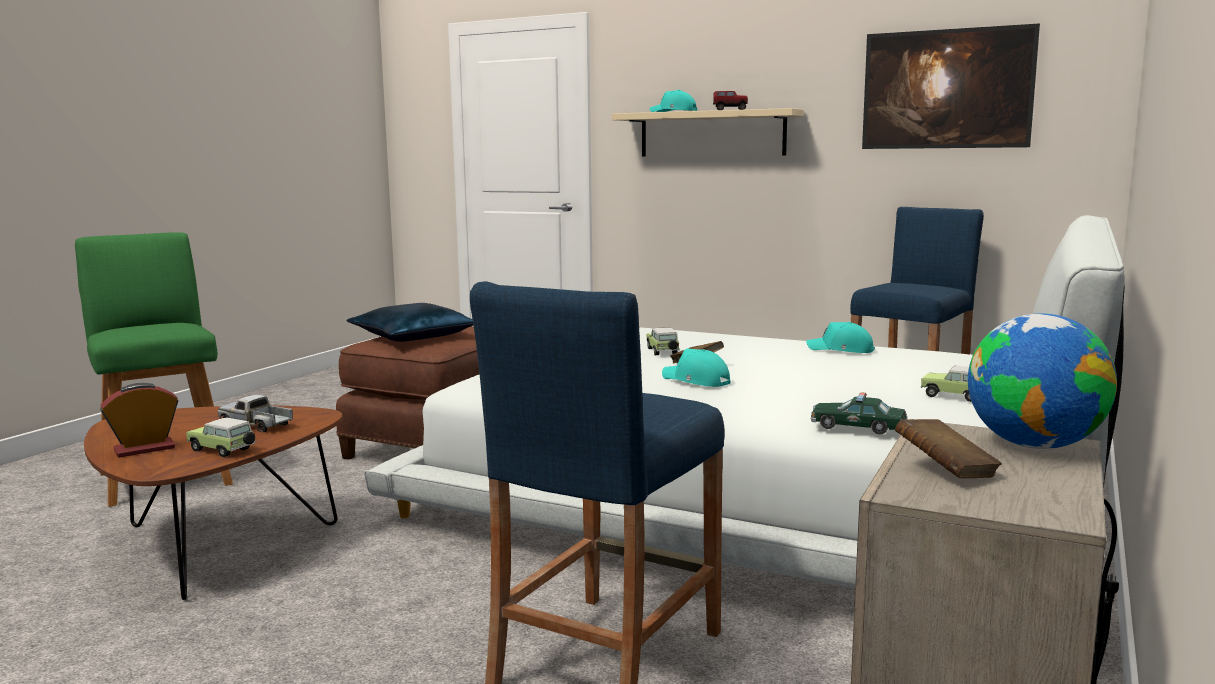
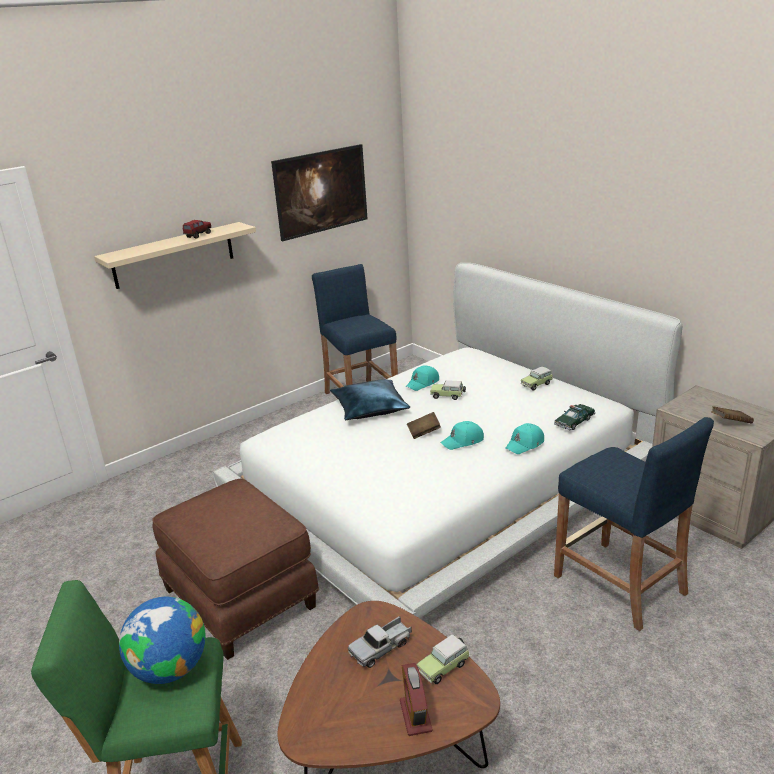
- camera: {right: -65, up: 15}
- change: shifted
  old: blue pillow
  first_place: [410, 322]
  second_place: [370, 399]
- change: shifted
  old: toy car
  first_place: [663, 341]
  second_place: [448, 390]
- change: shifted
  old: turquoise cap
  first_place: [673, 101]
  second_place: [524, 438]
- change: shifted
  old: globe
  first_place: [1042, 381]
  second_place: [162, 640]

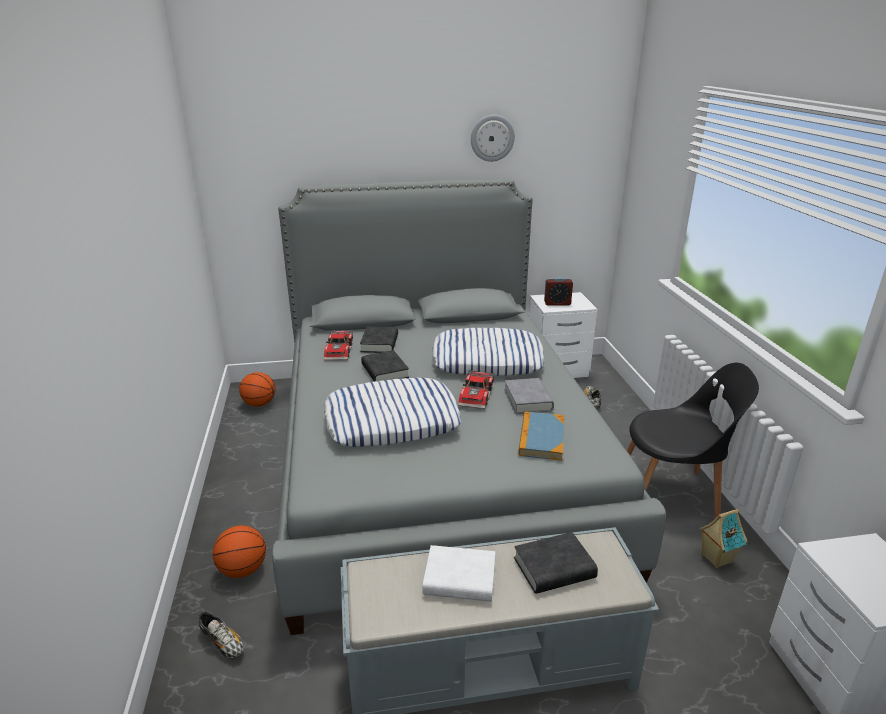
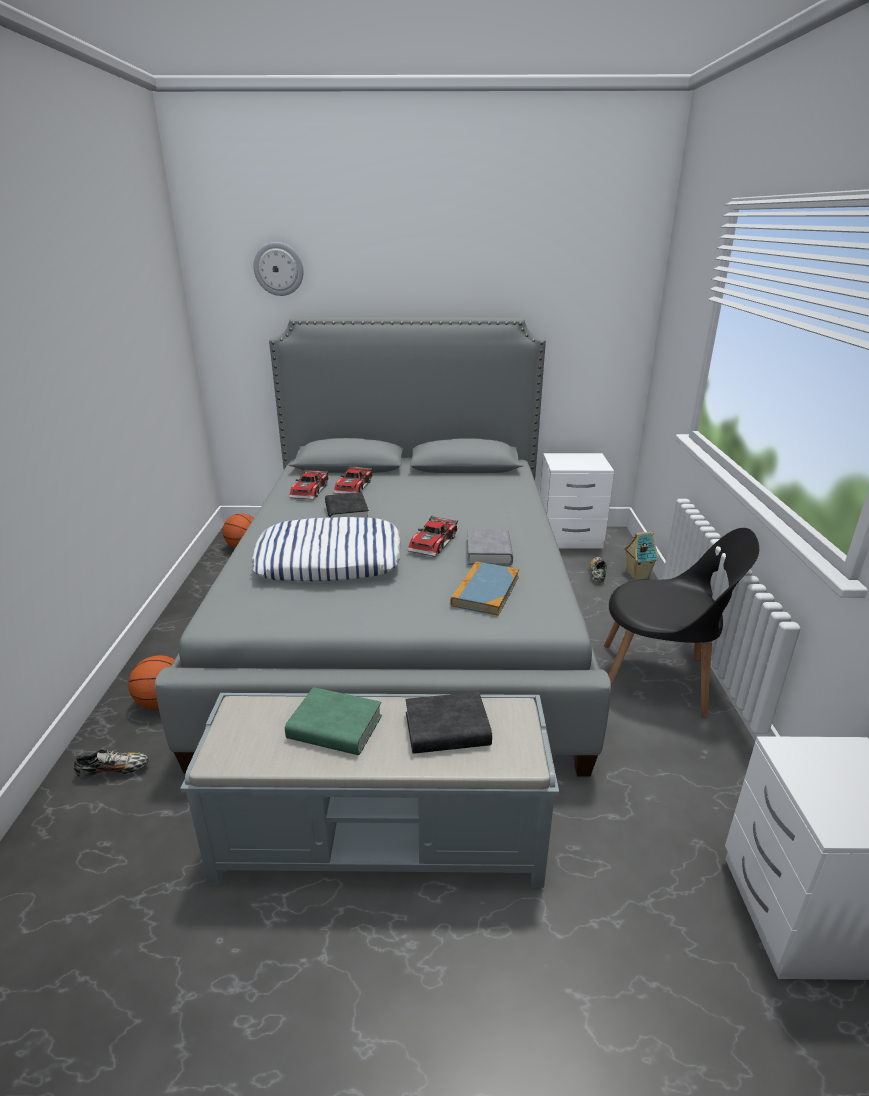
- camera: {right: 10, up: 0}
- change: rotated
  old: shoe
  first_place: [221, 635]
  second_place: [111, 764]
  degrees: -60
- change: swapped
  old: black book
  new: toy car
  first_place: [379, 339]
  second_place: [353, 480]
- change: repainted
  old: white book
  new: green book
  first_place: [459, 573]
  second_place: [333, 721]
- change: gone
  old: pillow
  first_place: [488, 352]
- change: shifted
  old: wall clock
  first_place: [493, 138]
  second_place: [278, 269]
- change: gone
  old: alarm clock
  first_place: [558, 291]
- change: shifted
  old: toy house
  first_place: [723, 538]
  second_place: [641, 556]

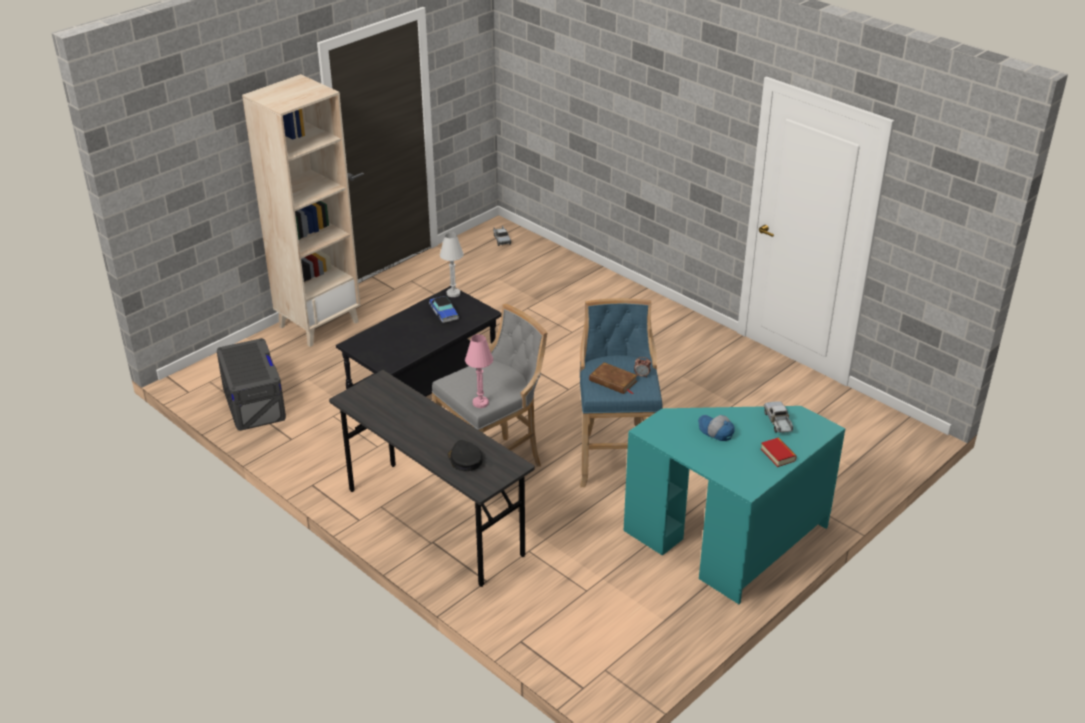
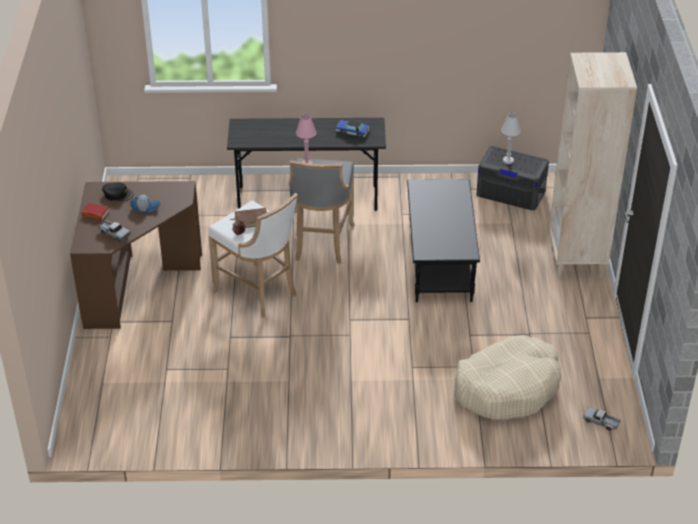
- camera: {right: 135, up: 5}
- change: shifted
  old: toy car
  first_place: [444, 309]
  second_place: [352, 128]
- change: shifted
  old: white table lamp
  first_place: [452, 264]
  second_place: [511, 138]
- change: shifted
  old: black cap
  first_place: [465, 455]
  second_place: [118, 192]
- change: repainted
  old: blue stool
  new: white stool
  first_place: [621, 392]
  second_place: [253, 255]
- change: repainted
  old: turquoise desk
  new: brown desk
  first_place: [735, 505]
  second_place: [136, 255]
- change: new
  new: beige dog bed
  second_place: [507, 377]

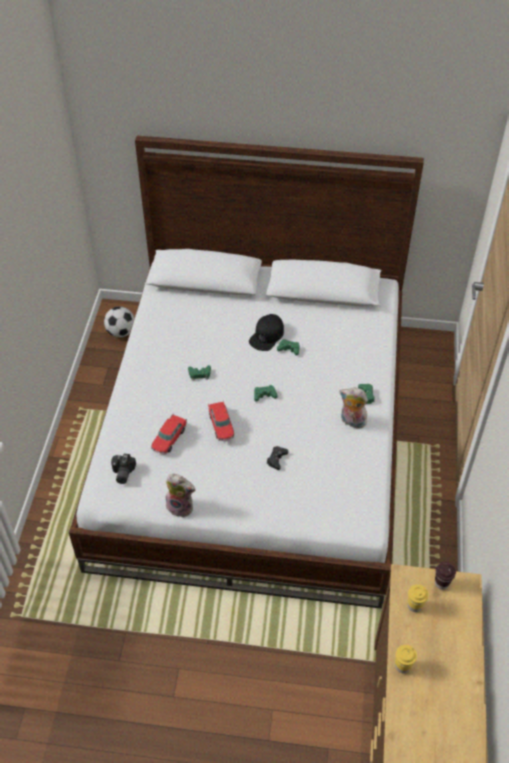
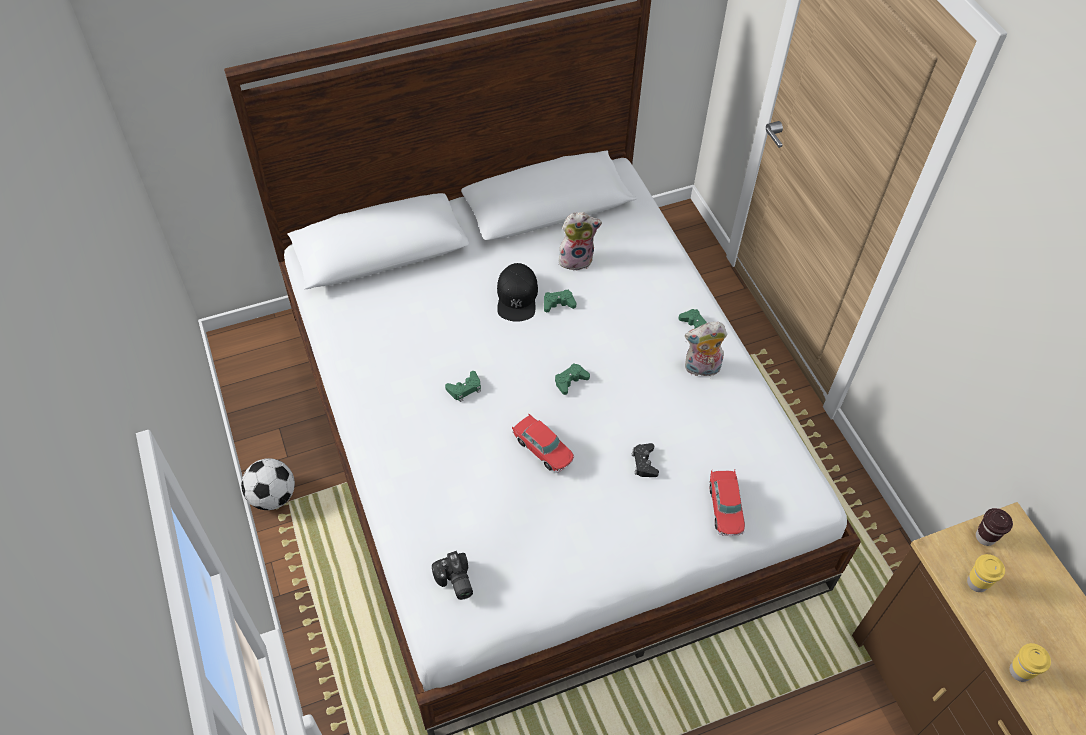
- camera: {right: -30, up: 5}
- change: shifted
  old: football
  first_place: [119, 321]
  second_place: [268, 484]
- change: shifted
  old: toy car
  first_place: [169, 434]
  second_place: [727, 503]
- change: shifted
  old: plush toy
  first_place: [180, 496]
  second_place: [580, 241]

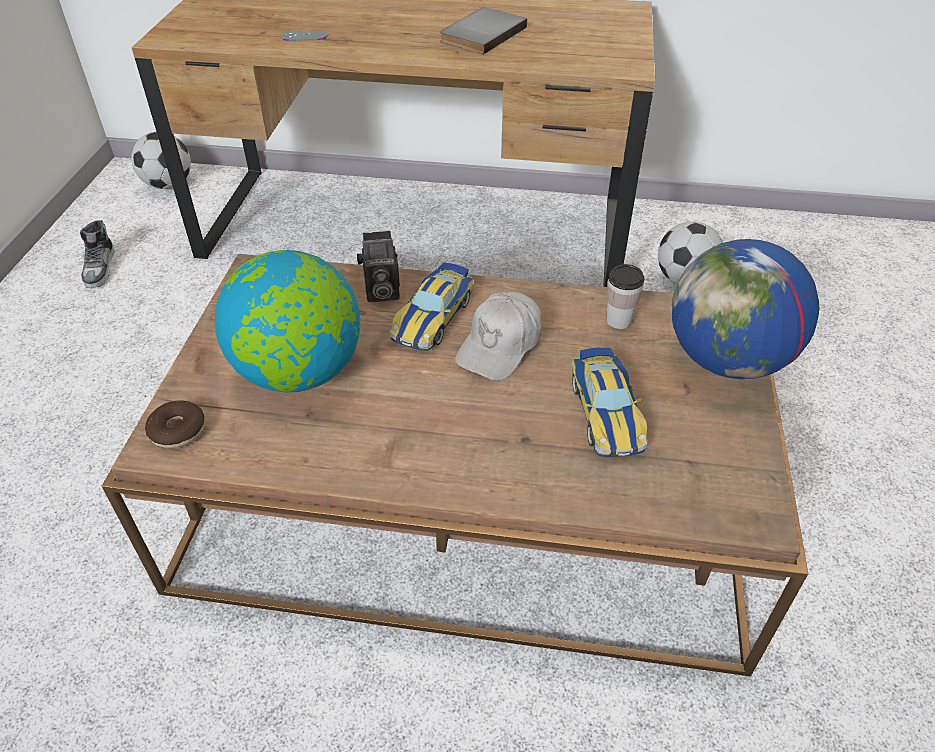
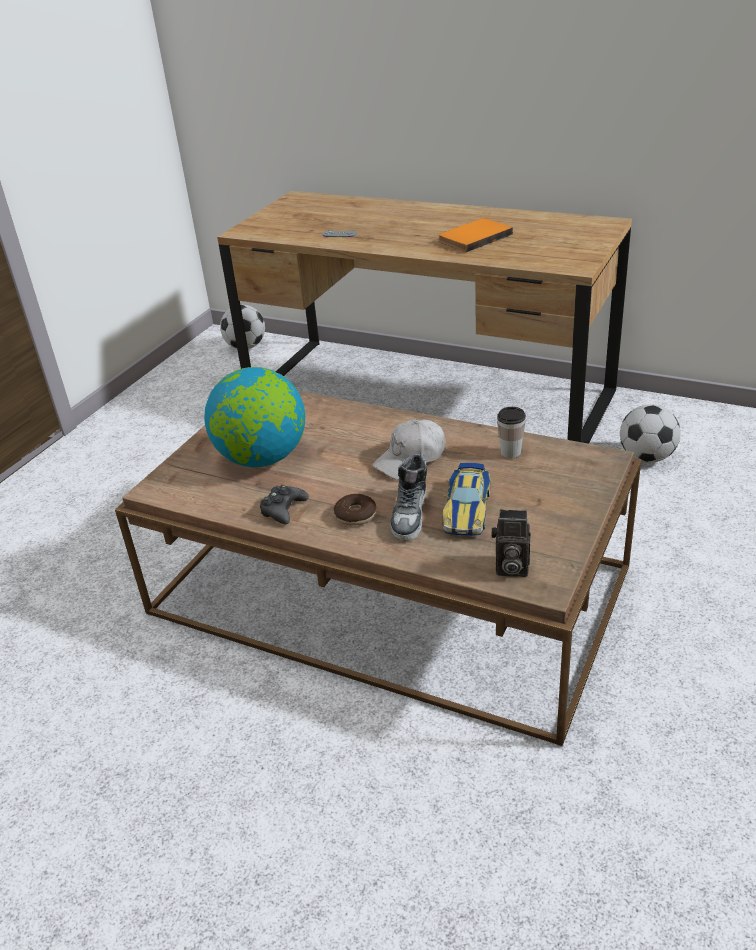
- camera: {right: 20, up: -10}
- change: shifted
  old: shoe
  first_place: [97, 254]
  second_place: [408, 497]
- change: shifted
  old: donut
  first_place: [175, 424]
  second_place: [355, 510]
- change: shifted
  old: photo camera
  first_place: [378, 266]
  second_place: [511, 543]
- change: gone
  old: toy car
  first_place: [432, 306]
- change: repainted
  old: grey book
  new: orange book
  first_place: [483, 31]
  second_place: [475, 235]
- change: gone
  old: globe
  first_place: [745, 309]
- change: new
  new: black game controller
  second_place: [284, 504]

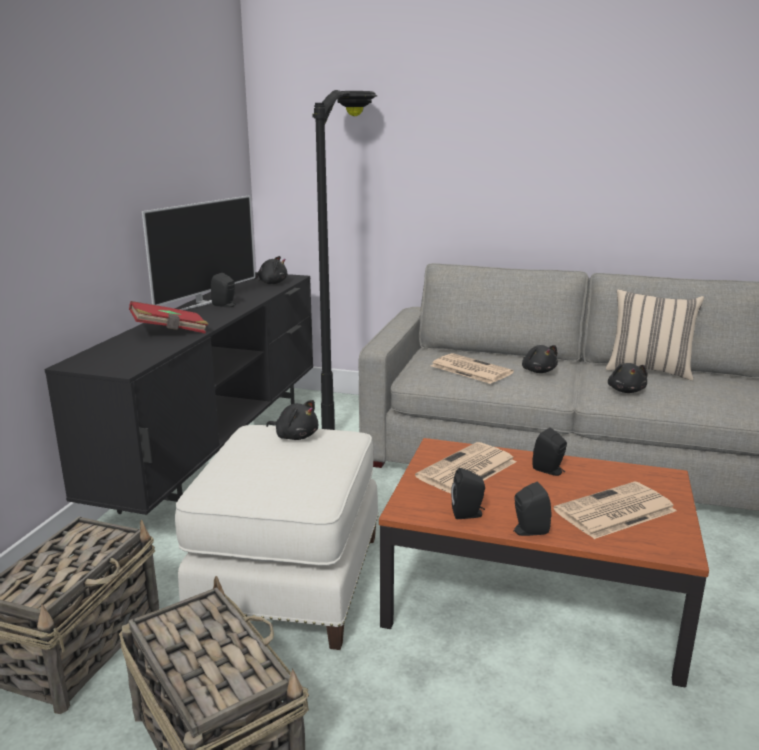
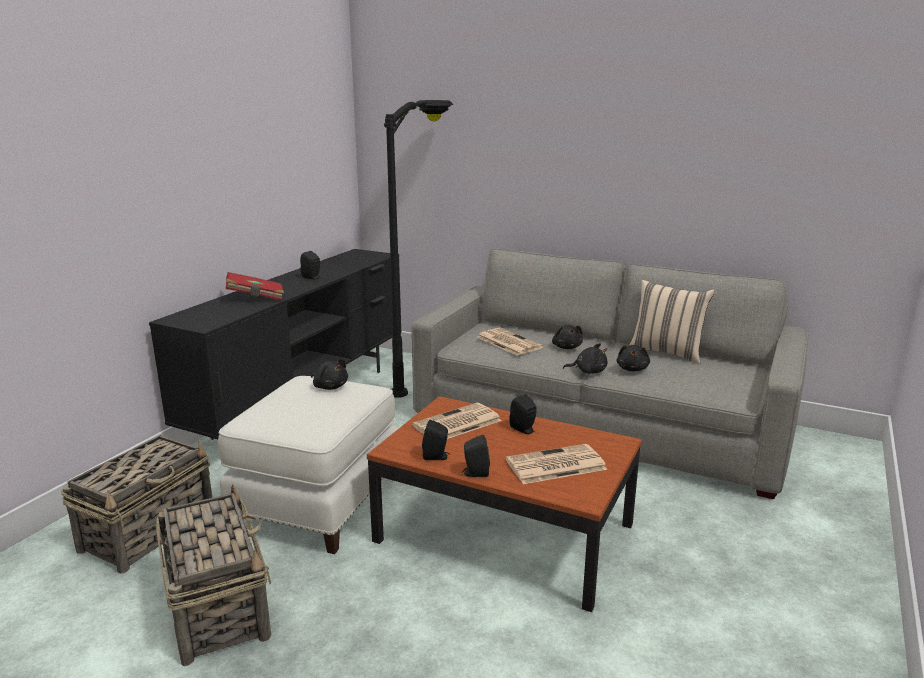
- camera: {right: 10, up: 0}
- change: gone
  old: television
  first_place: [198, 252]
- change: shifted
  old: black plush toy
  first_place: [266, 270]
  second_place: [585, 358]

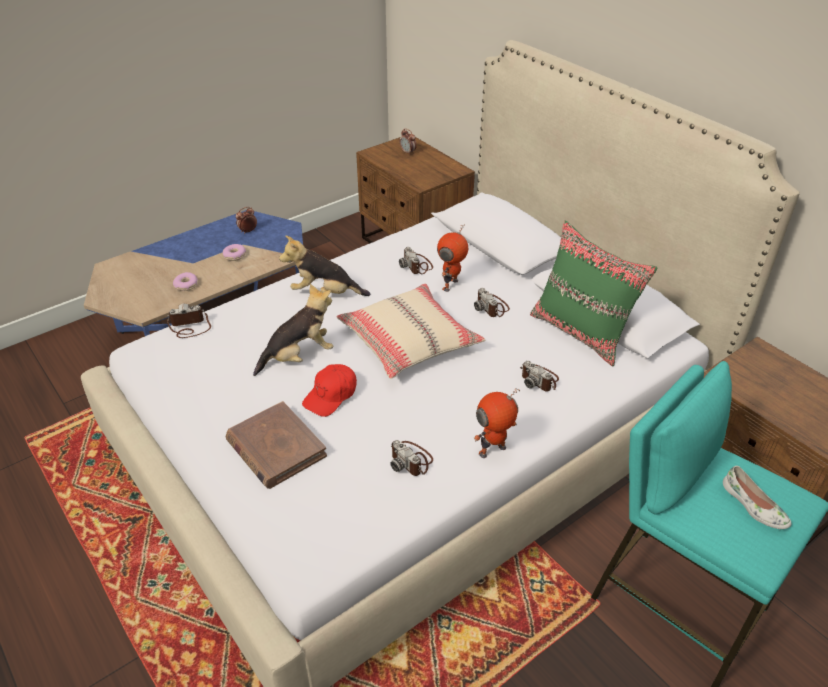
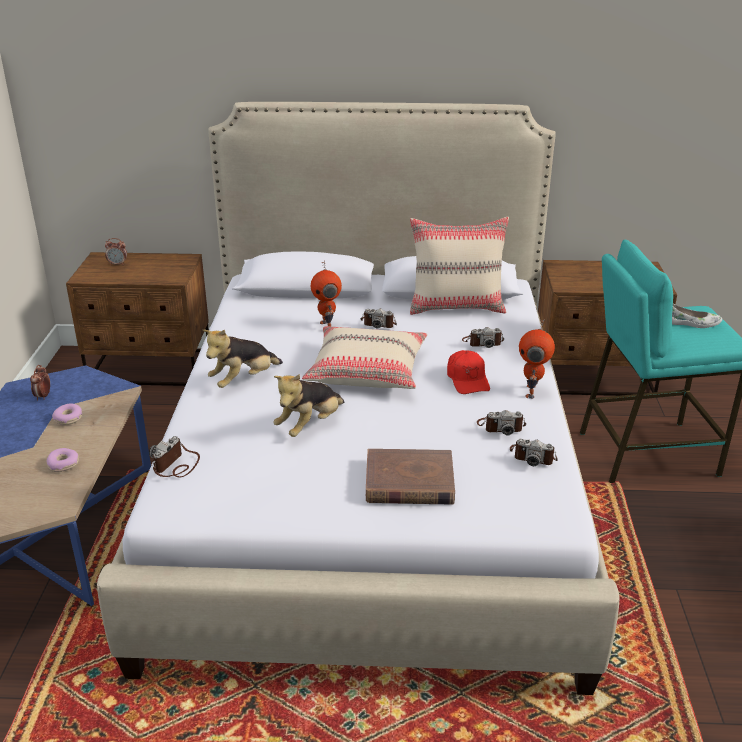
- camera: {right: -50, up: -10}
- change: rotated
  old: plush toy
  first_place: [293, 330]
  second_place: [309, 405]
  degrees: -150
- change: shifted
  old: red cap
  first_place: [329, 390]
  second_place: [468, 372]
- change: shifted
  old: photo camera
  first_place: [416, 260]
  second_place: [534, 452]
- change: repainted
  old: green pillow
  new: beige pillow
  first_place: [594, 293]
  second_place: [459, 266]

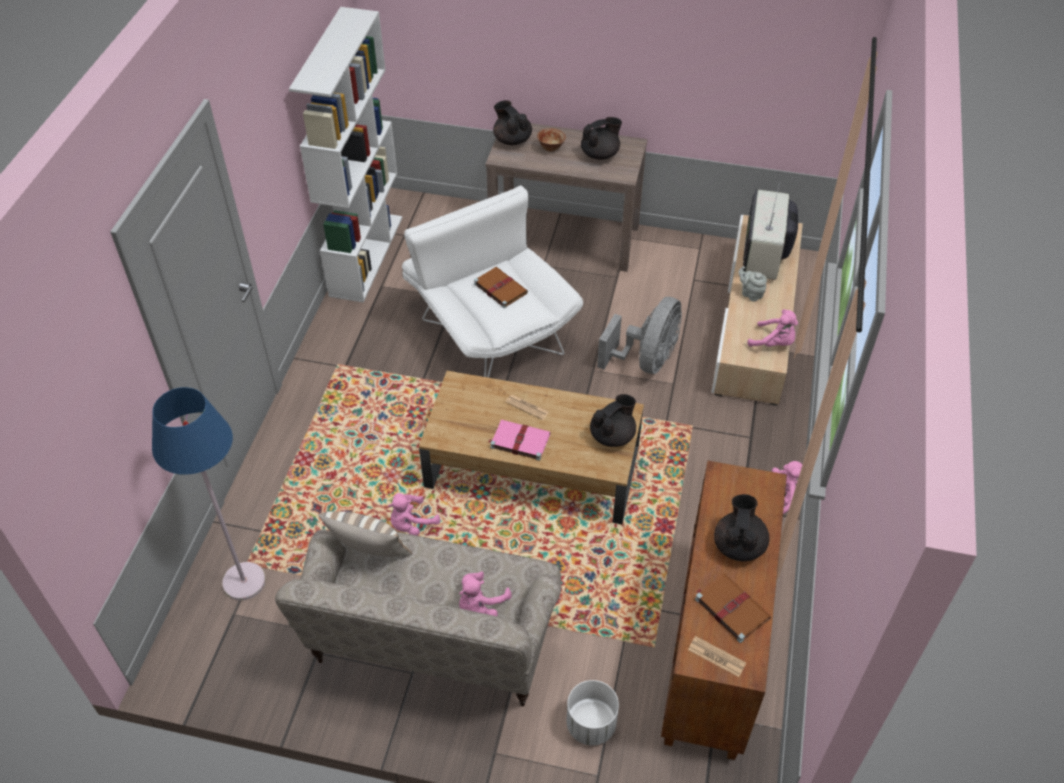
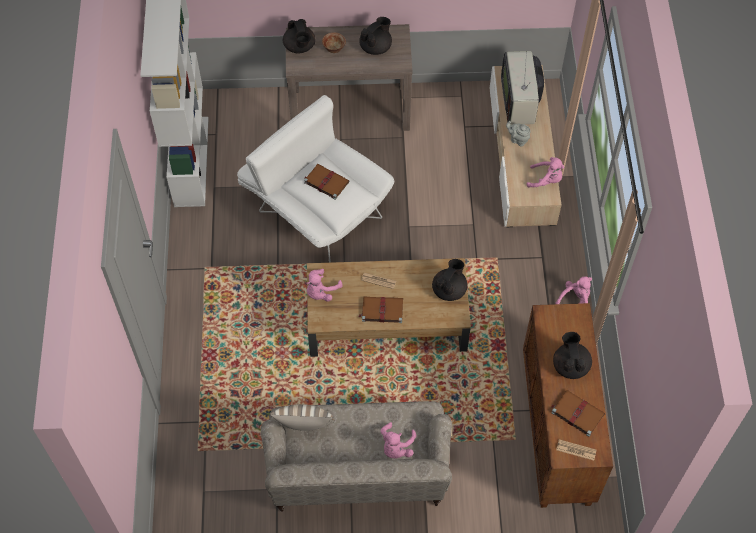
- camera: {right: -15, up: 10}
- change: gone
  old: blue floor lamp
  first_place: [208, 493]
- change: shifted
  old: pink plush toy
  first_place: [414, 514]
  second_place: [325, 285]
- change: repainted
  old: pink book
  new: brown book
  first_place: [520, 440]
  second_place: [380, 309]
- change: rotated
  old: black teapot
  first_place: [512, 122]
  second_place: [299, 36]
  degrees: -150
- change: gone
  old: white planter
  first_place: [592, 712]
- change: gone
  old: grey fan
  first_place: [639, 335]

